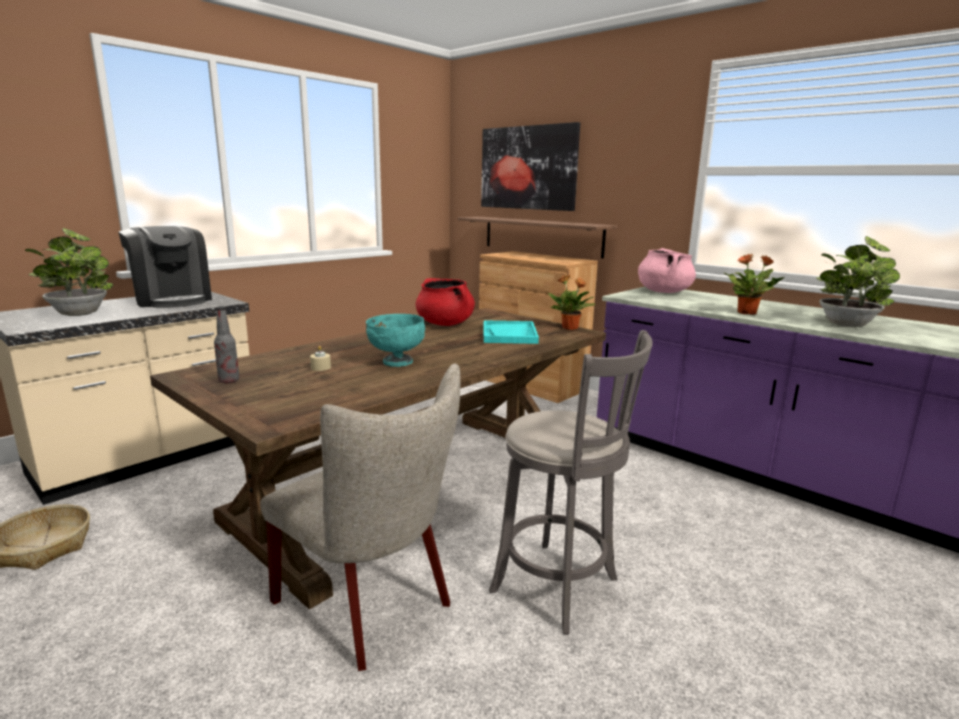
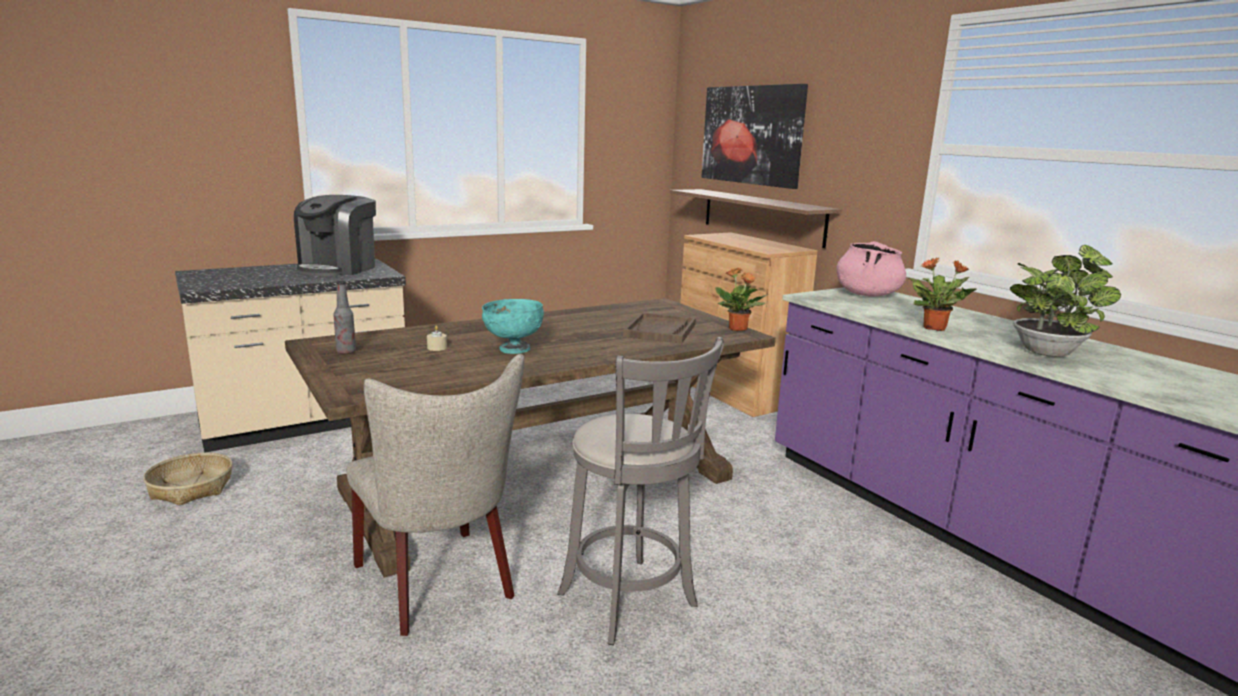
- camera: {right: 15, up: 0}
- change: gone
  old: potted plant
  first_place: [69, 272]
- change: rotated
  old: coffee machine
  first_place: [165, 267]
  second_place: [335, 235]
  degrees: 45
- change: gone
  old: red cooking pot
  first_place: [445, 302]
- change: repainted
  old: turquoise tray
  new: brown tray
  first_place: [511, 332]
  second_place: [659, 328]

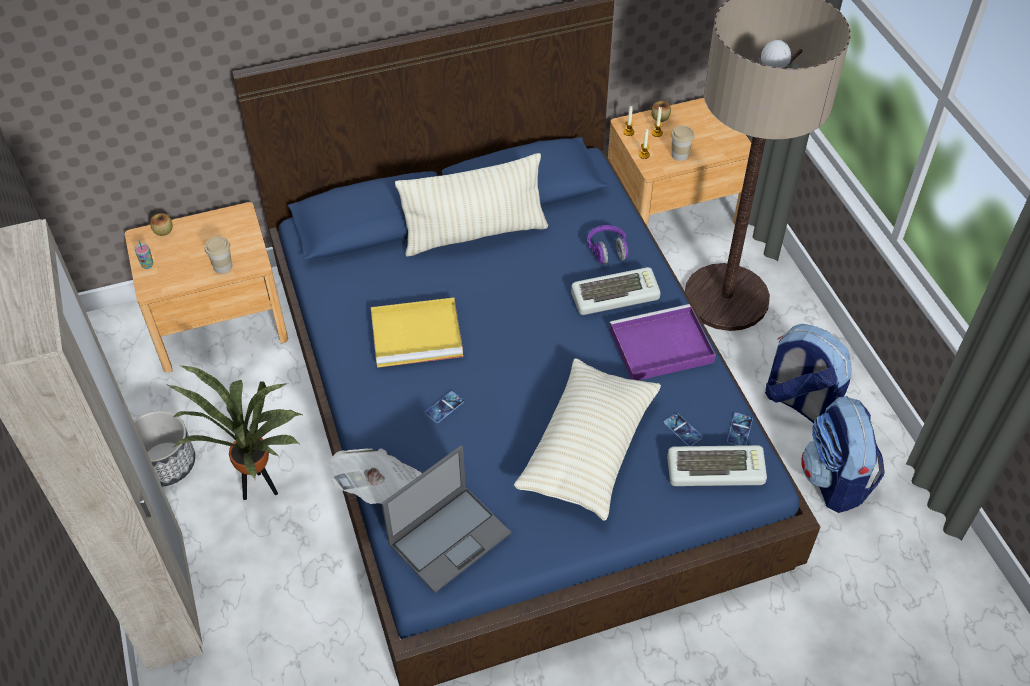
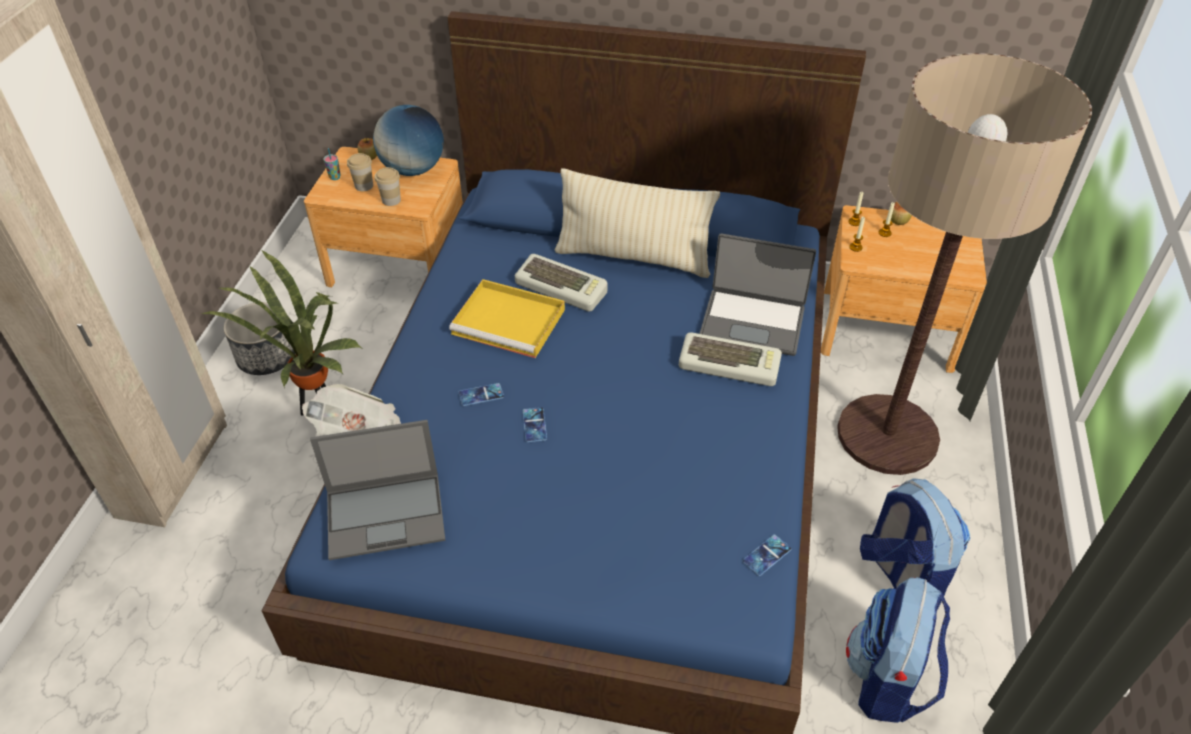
- camera: {right: 30, up: -5}
- change: gone
  old: beige pillow
  first_place: [587, 439]
- change: swapped
  old: purple headphones
  new: laptop
  first_place: [607, 245]
  second_place: [757, 294]
- change: gone
  old: purple tray
  first_place: [663, 342]
- change: shifted
  old: phone
  first_place: [683, 429]
  second_place: [535, 424]
- change: shifted
  old: keyboard
  first_place: [717, 465]
  second_place: [561, 283]
- change: shifted
  old: cup
  first_place: [682, 143]
  second_place: [360, 172]
- change: new
  new: globe
  second_place: [408, 140]

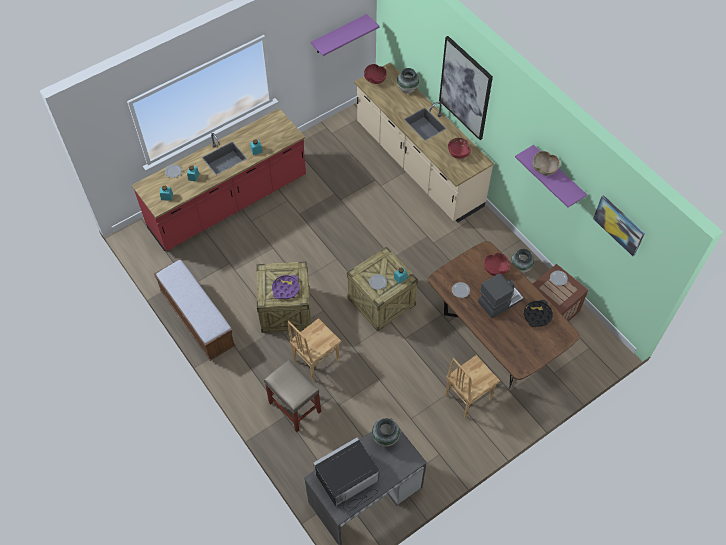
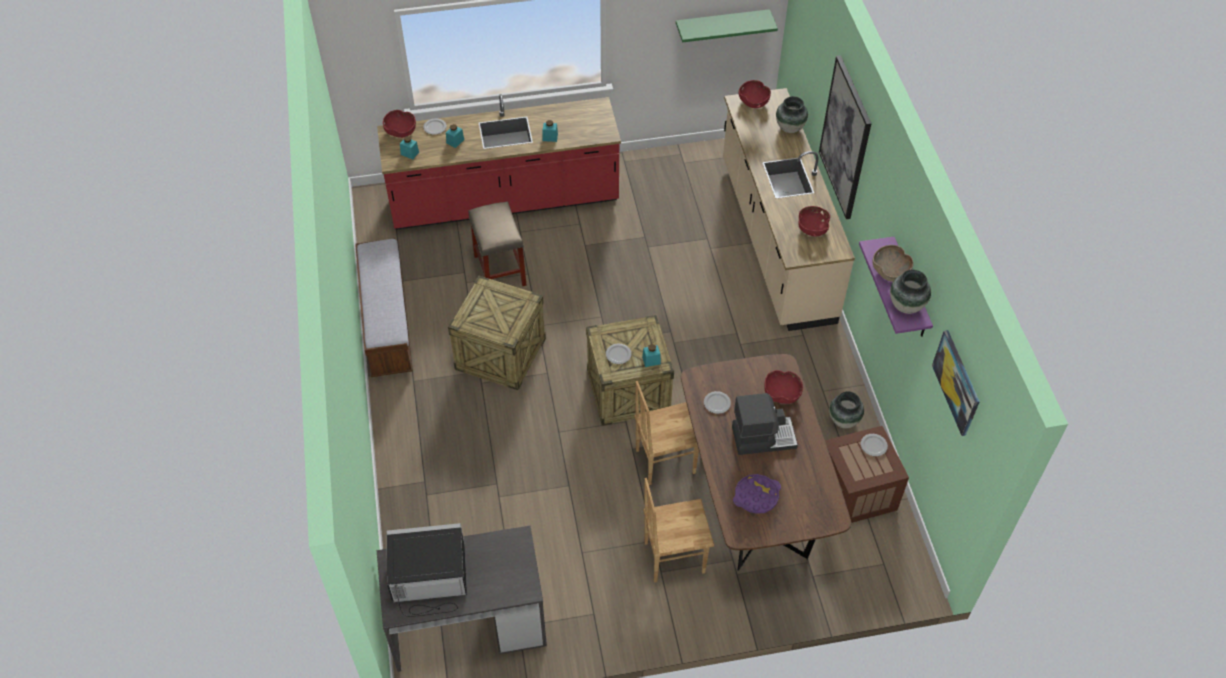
- camera: {right: 25, up: -5}
- change: shifted
  old: beige stool
  first_place: [292, 396]
  second_place: [497, 243]
- change: shifted
  old: purple tray
  first_place: [286, 287]
  second_place: [757, 494]
- change: shifted
  old: brown chair
  first_place: [315, 349]
  second_place: [666, 433]
- change: repainted
  old: purple shelf
  new: green shelf
  first_place: [345, 35]
  second_place: [727, 26]
- change: shifted
  old: vase
  first_place: [386, 432]
  second_place: [910, 292]
- change: gone
  old: black tray
  first_place: [538, 313]
- change: new
  new: red bowl
  second_place: [399, 124]

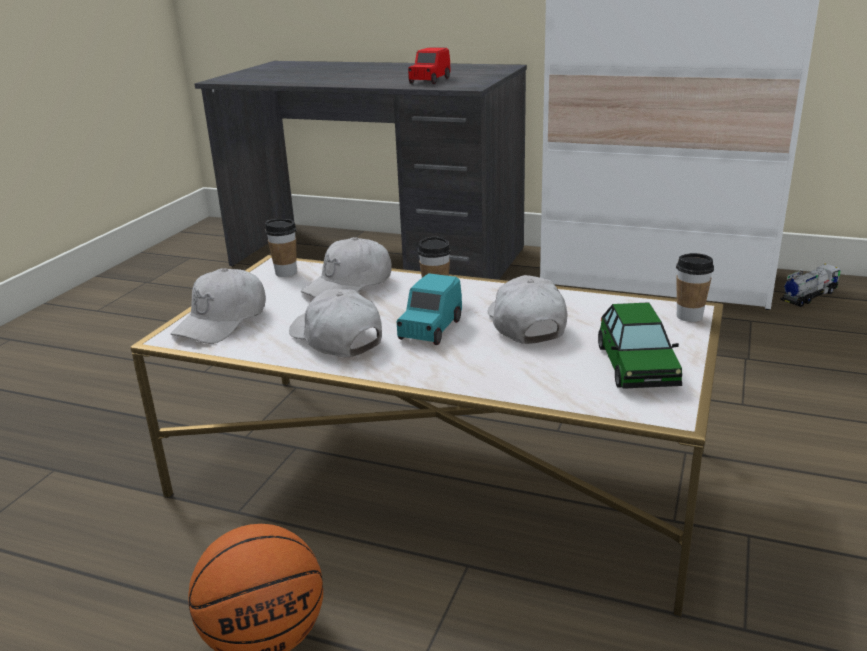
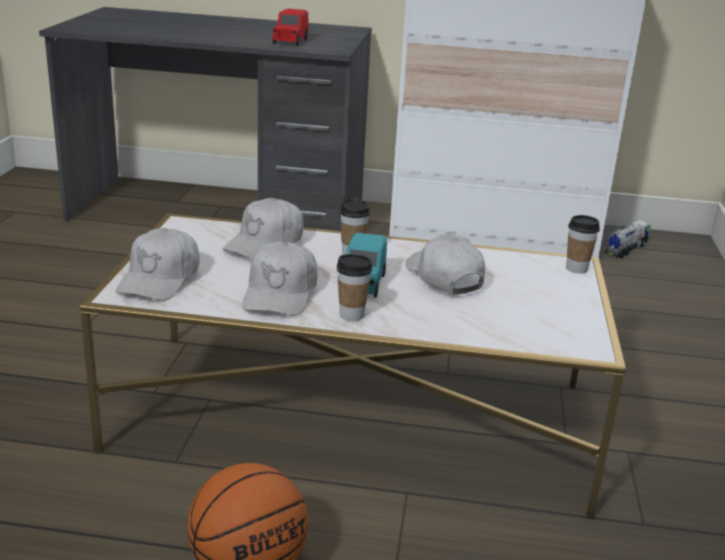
- camera: {right: -15, up: 0}
- change: shifted
  old: cup
  first_place: [281, 248]
  second_place: [354, 287]
- change: rotated
  old: white cap
  first_place: [335, 323]
  second_place: [280, 279]
  degrees: -120
- change: gone
  old: toy car
  first_place: [640, 345]

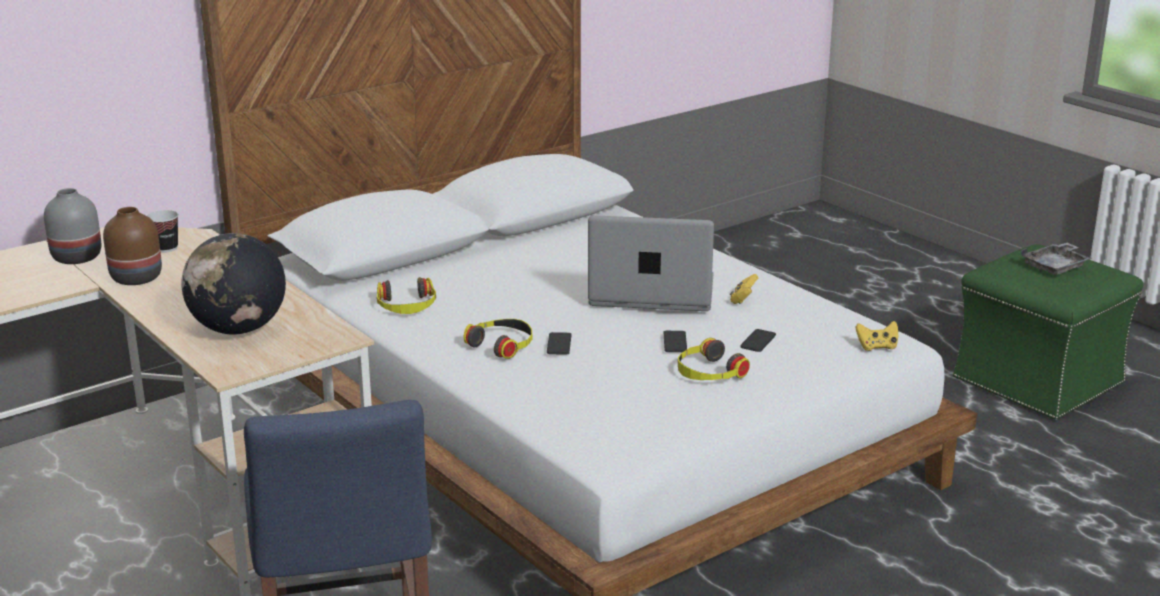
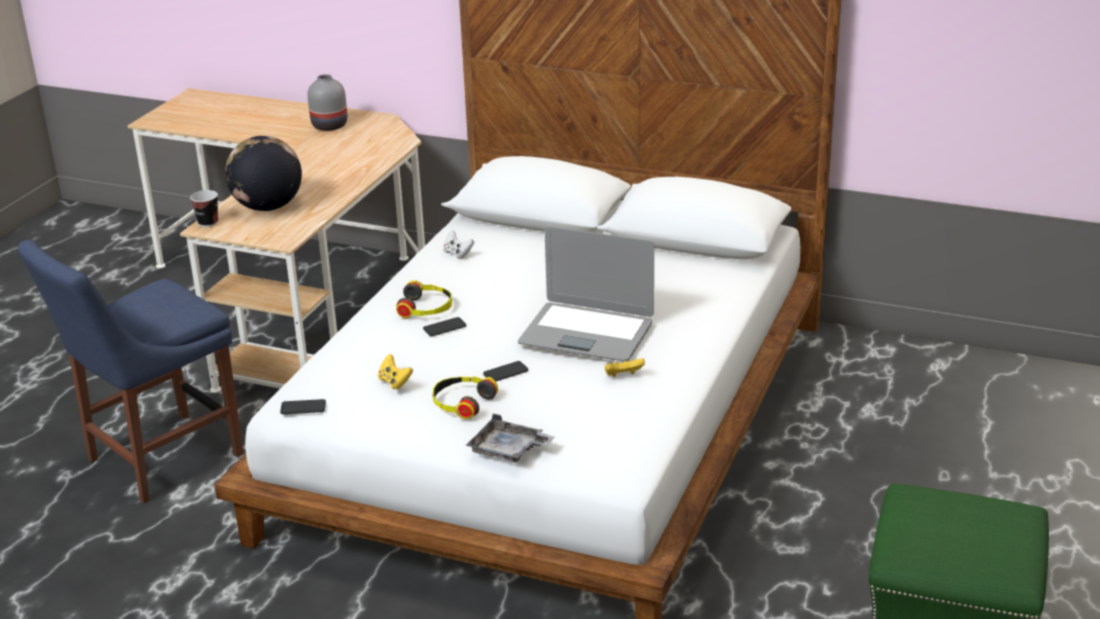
- camera: {right: 60, up: 5}
- change: gone
  old: brown vase
  first_place: [132, 246]
- change: shifted
  old: cup
  first_place: [162, 231]
  second_place: [204, 208]
- change: swapped
  old: headphones
  new: white game controller
  first_place: [406, 295]
  second_place: [458, 244]
- change: rotated
  old: laptop
  first_place: [651, 263]
  second_place: [586, 294]
  degrees: 135
- change: shifted
  old: phone
  first_place: [758, 340]
  second_place: [303, 406]
- change: shifted
  old: yellow game controller
  first_place: [877, 336]
  second_place: [395, 371]
- change: shifted
  old: grey tray
  first_place: [1056, 258]
  second_place: [510, 438]

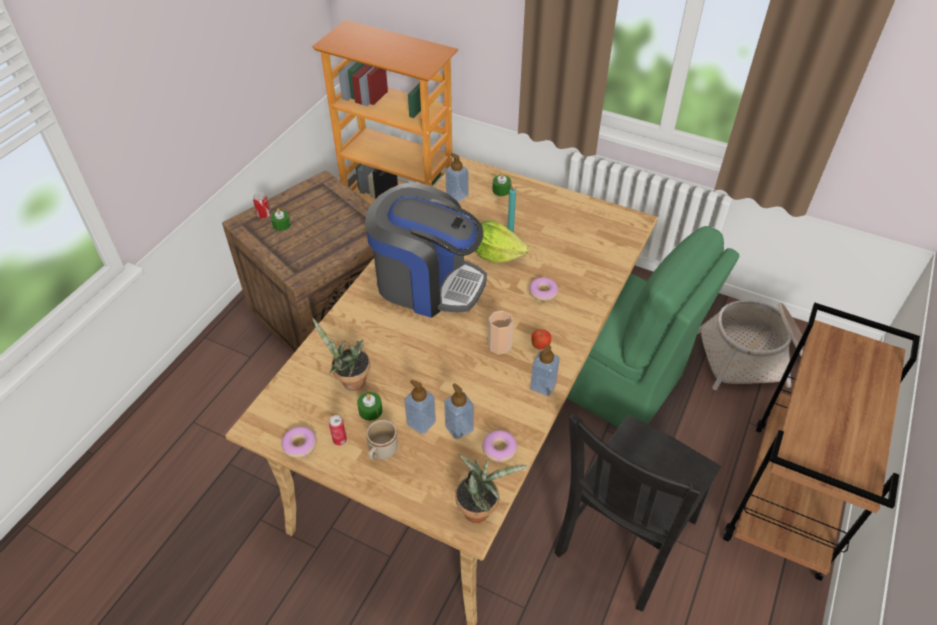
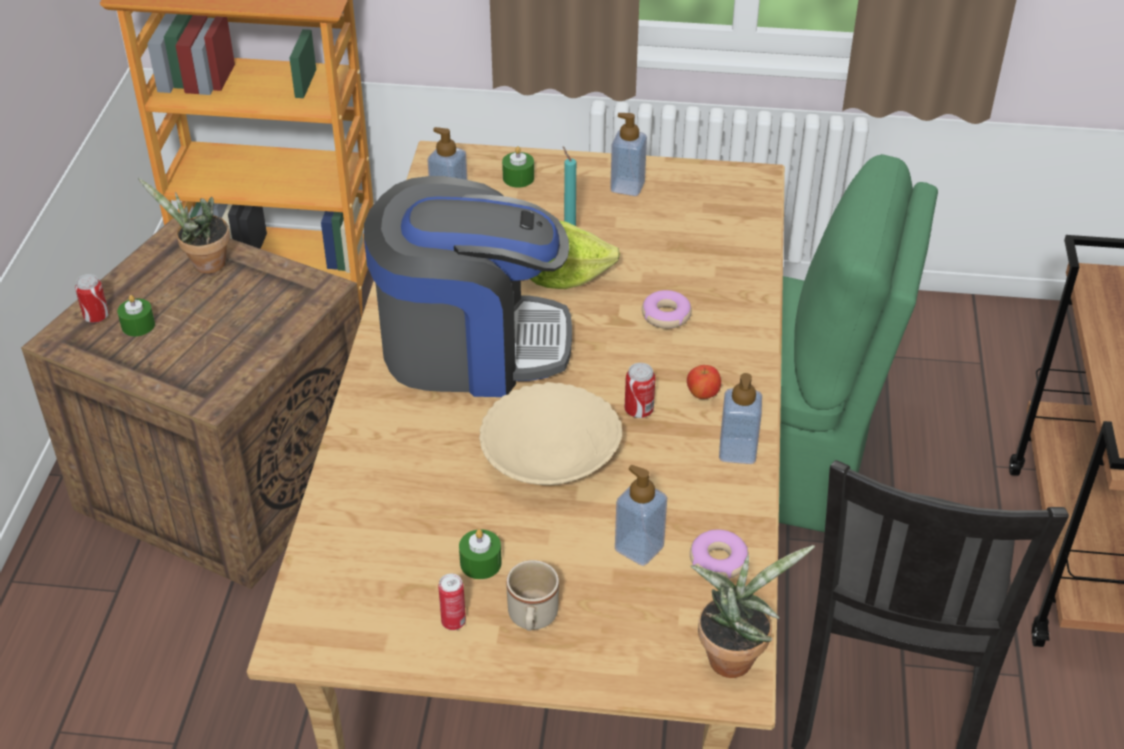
- camera: {right: -20, up: -5}
- change: gone
  old: donut
  first_place: [299, 442]
- change: shifted
  old: potted plant
  first_place: [341, 354]
  second_place: [184, 226]
- change: shifted
  old: soap dispenser
  first_place: [420, 407]
  second_place: [628, 154]
- change: swapped
  old: cup
  new: can
  first_place: [500, 333]
  second_place: [640, 390]
- change: gone
  old: basket
  first_place: [750, 345]
- change: new
  new: beige bowl
  second_place: [550, 433]

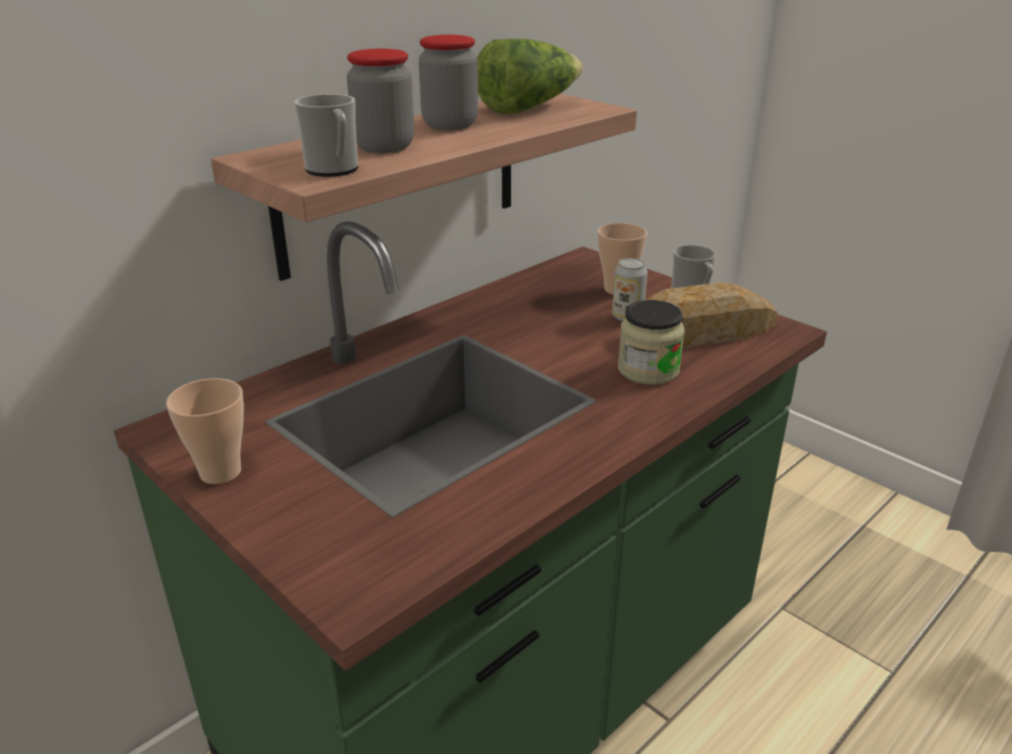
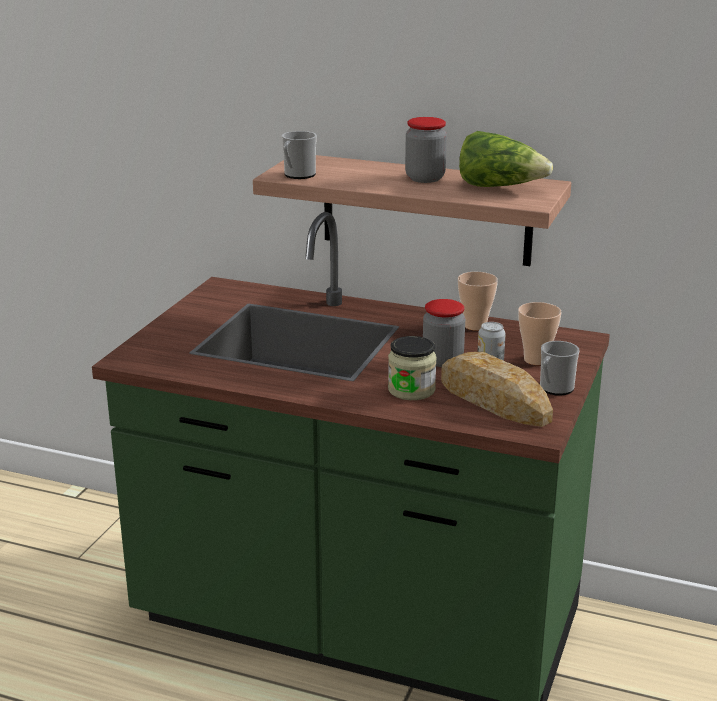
- camera: {right: 65, up: -5}
- change: shifted
  old: cup
  first_place: [205, 431]
  second_place: [478, 301]
- change: shifted
  old: jar
  first_place: [380, 101]
  second_place: [444, 333]

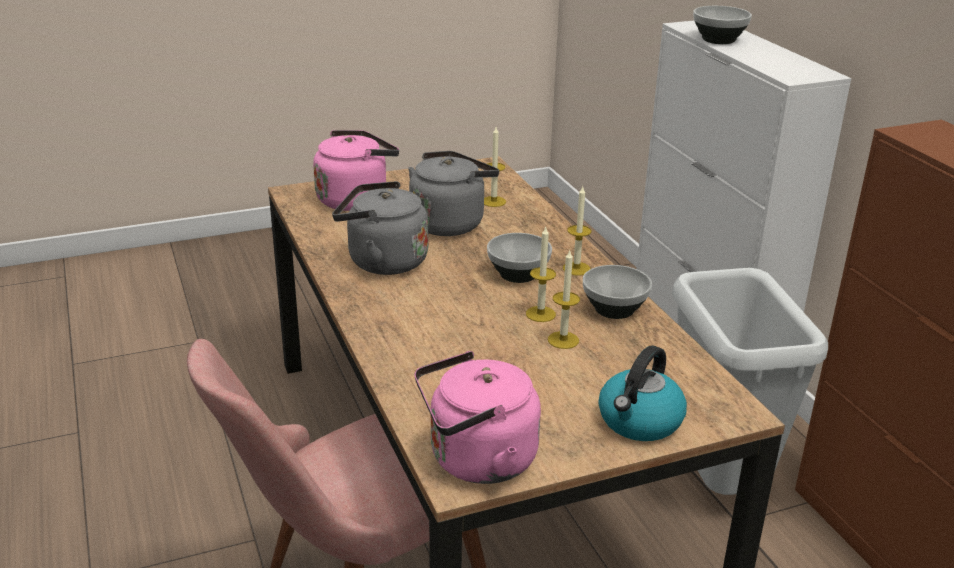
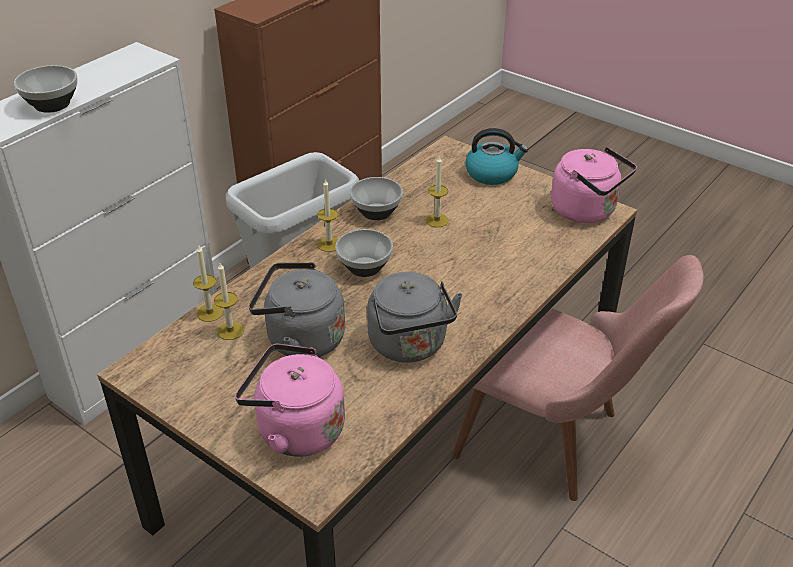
- camera: {right: -120, up: 10}
- change: shifted
  old: candle
  first_place: [541, 274]
  second_place: [208, 283]

